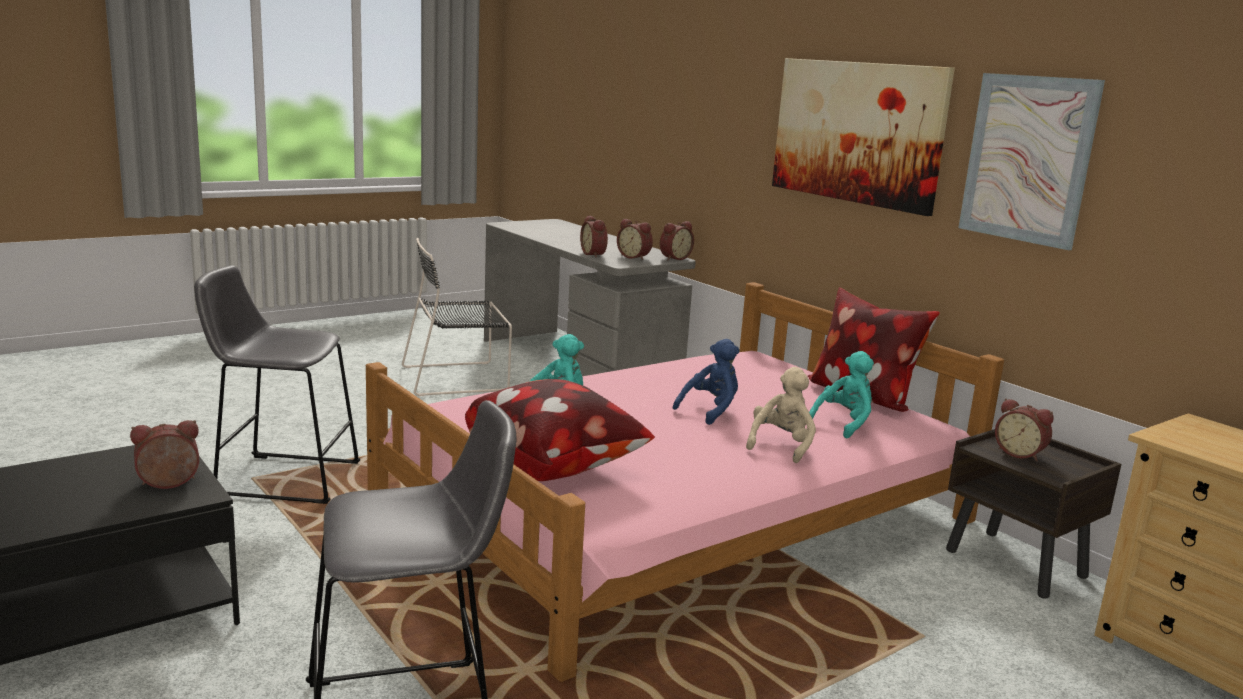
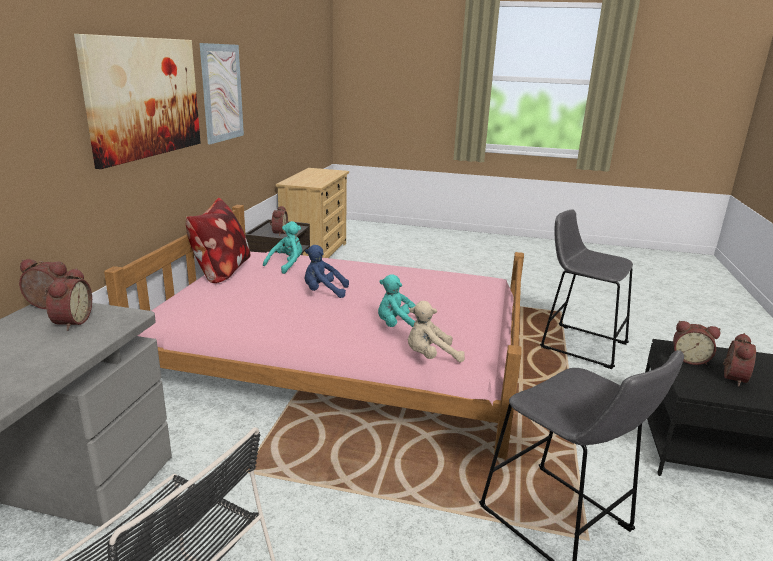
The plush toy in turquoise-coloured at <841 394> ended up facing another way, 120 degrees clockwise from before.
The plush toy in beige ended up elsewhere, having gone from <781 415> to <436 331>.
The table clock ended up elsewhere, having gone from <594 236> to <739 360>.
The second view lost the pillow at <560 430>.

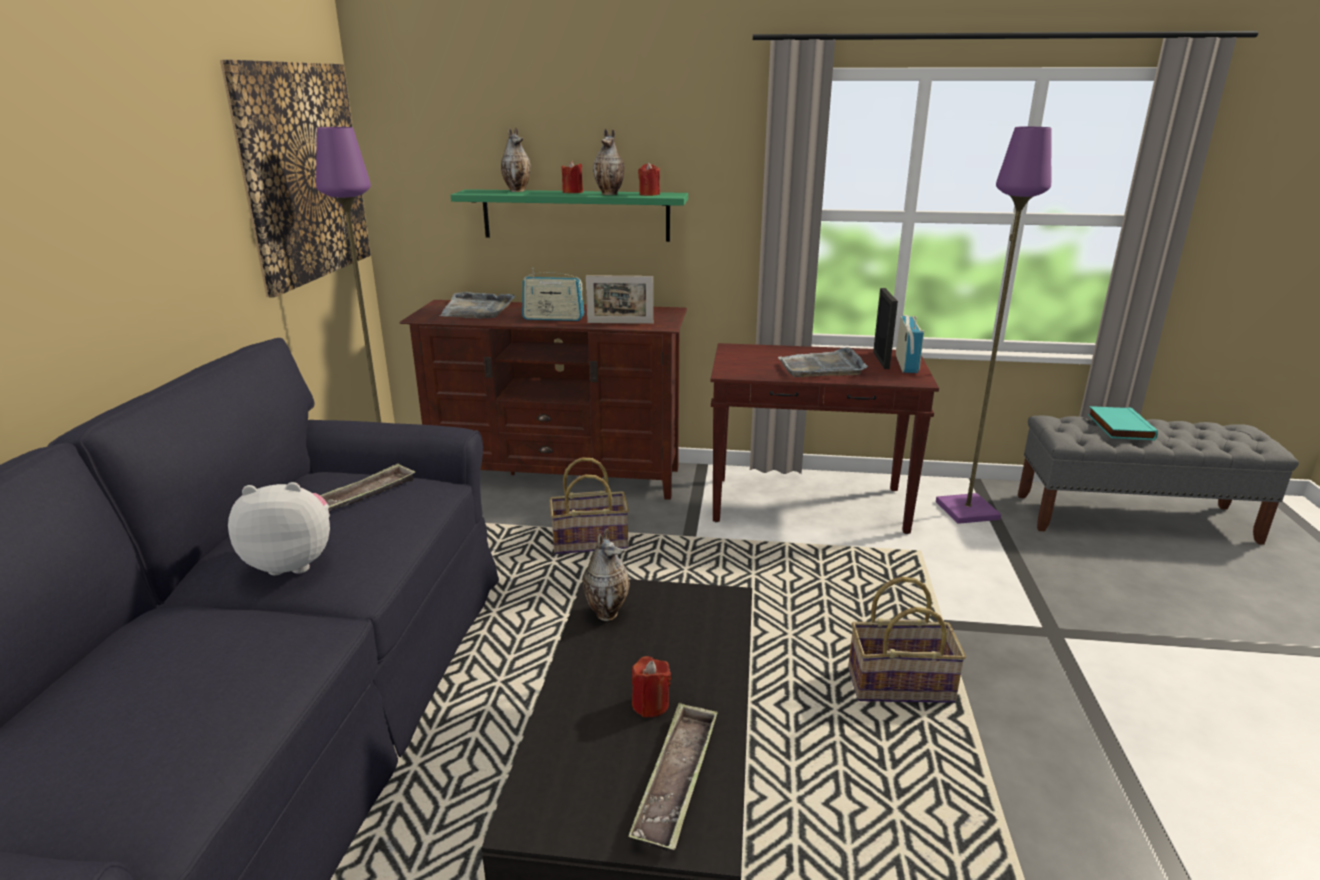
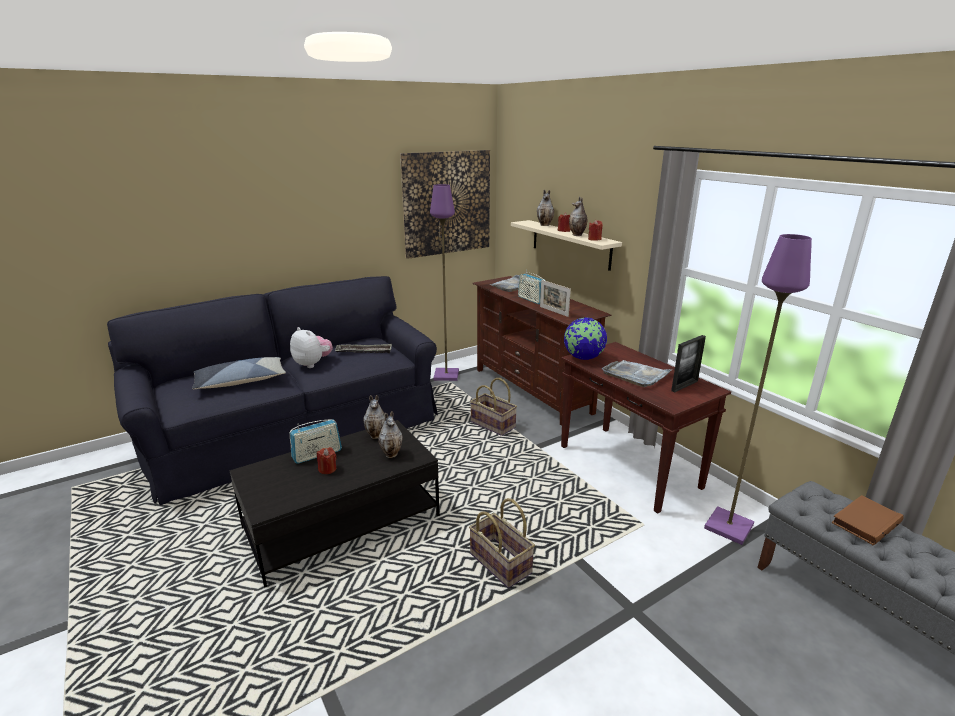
The second view gained the pillow at <239 373>.
The radio receiver ended up elsewhere, having gone from <910 344> to <315 441>.
The second view gained the decorative vase at <390 434>.
What was the bracket shelf in green at <569 215> turned into the bracket shelf in beige at <566 245>.
The second view gained the globe at <585 338>.
What was the book in turquoise-coloured at <1123 423> turned into the book in brown-coloured at <867 520>.
The second view lost the serving tray at <673 776>.

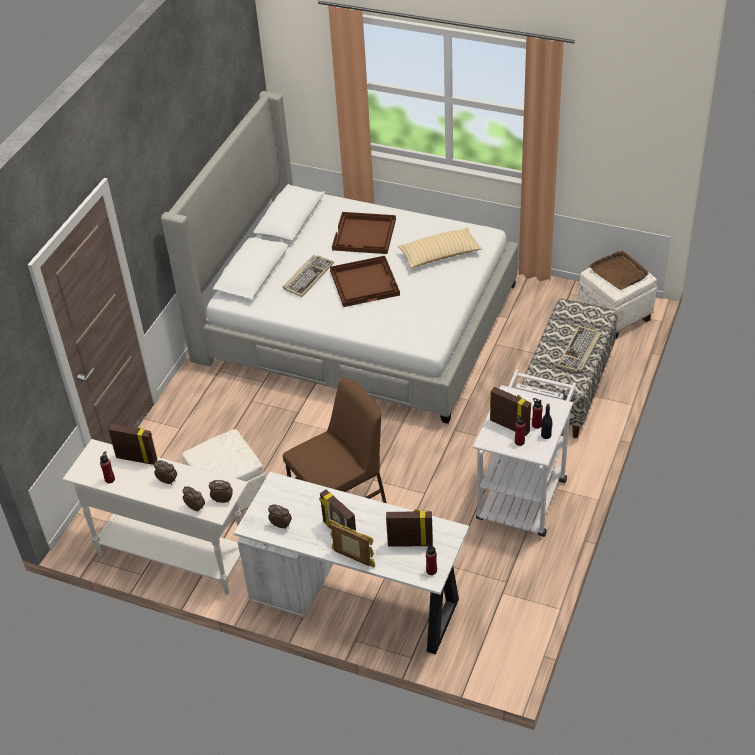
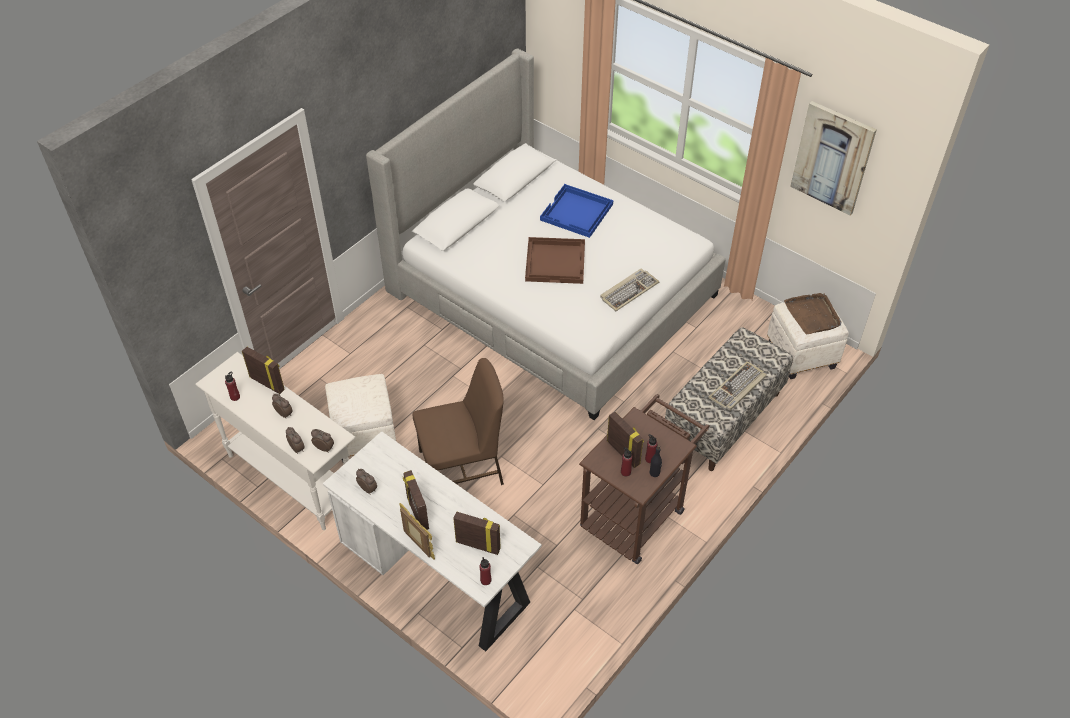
What was the serving tray in brown-coloured at <364 233> turned into the serving tray in blue-coloured at <576 211>.
What was the trolley in whitish at <524 453> turned into the trolley in brown-coloured at <644 479>.
The keyboard ended up elsewhere, having gone from <308 276> to <629 289>.
The second view gained the wall art at <833 158>.
The second view lost the pillow in beige at <440 247>.

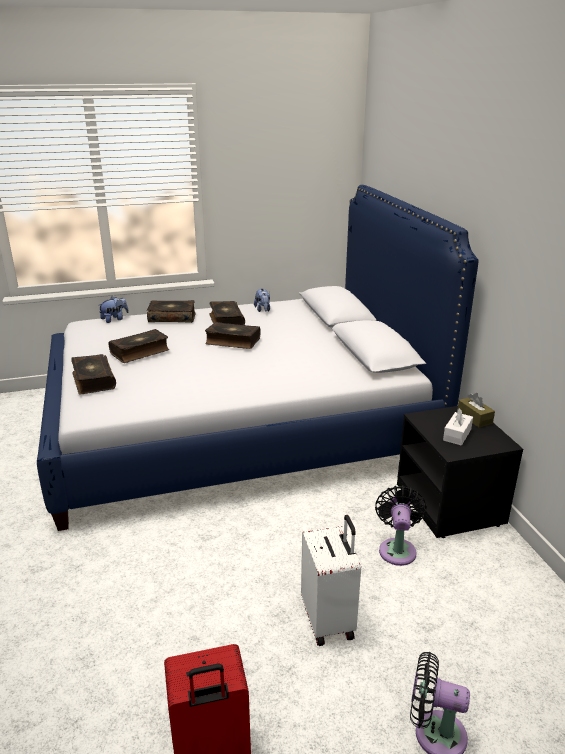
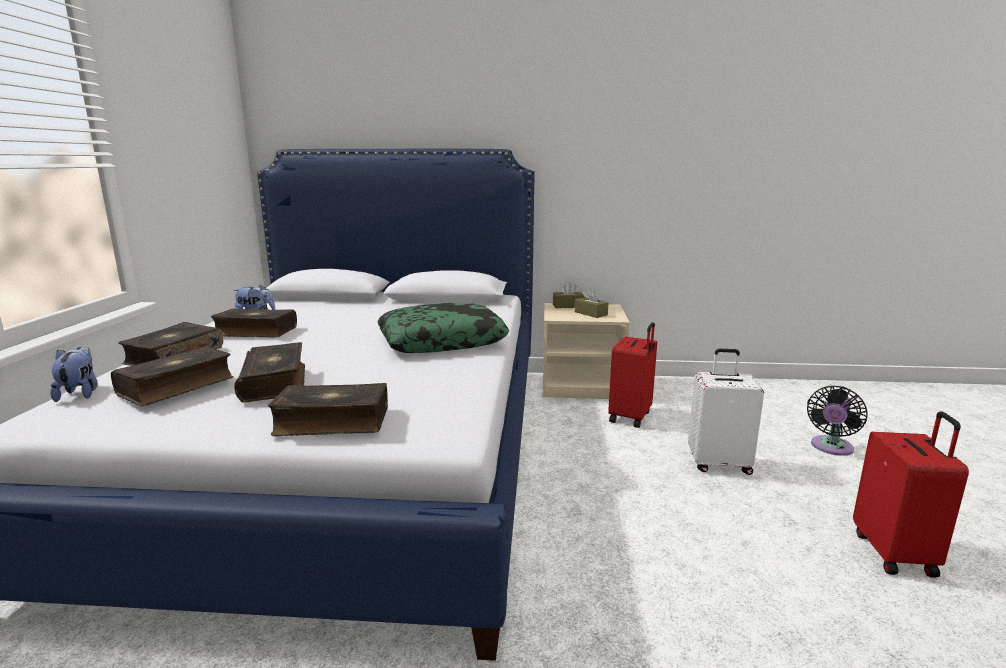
The book ended up elsewhere, having gone from <232 335> to <172 376>.
The second view gained the pillow at <443 327>.
What was the bedside table in black-coloured at <460 472> turned into the bedside table in beige at <586 351>.
What was the box of tissues in whitish at <458 427> turned into the box of tissues in brown-coloured at <591 303>.
Where the fan in black-coloured stood at <401 525>, the suitcase in red came to stand at <632 375>.

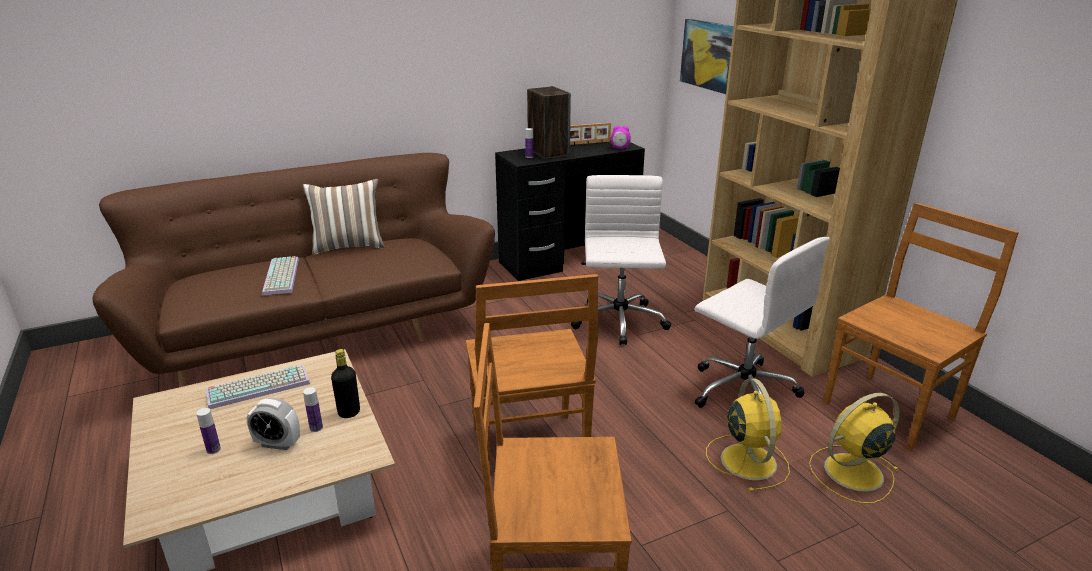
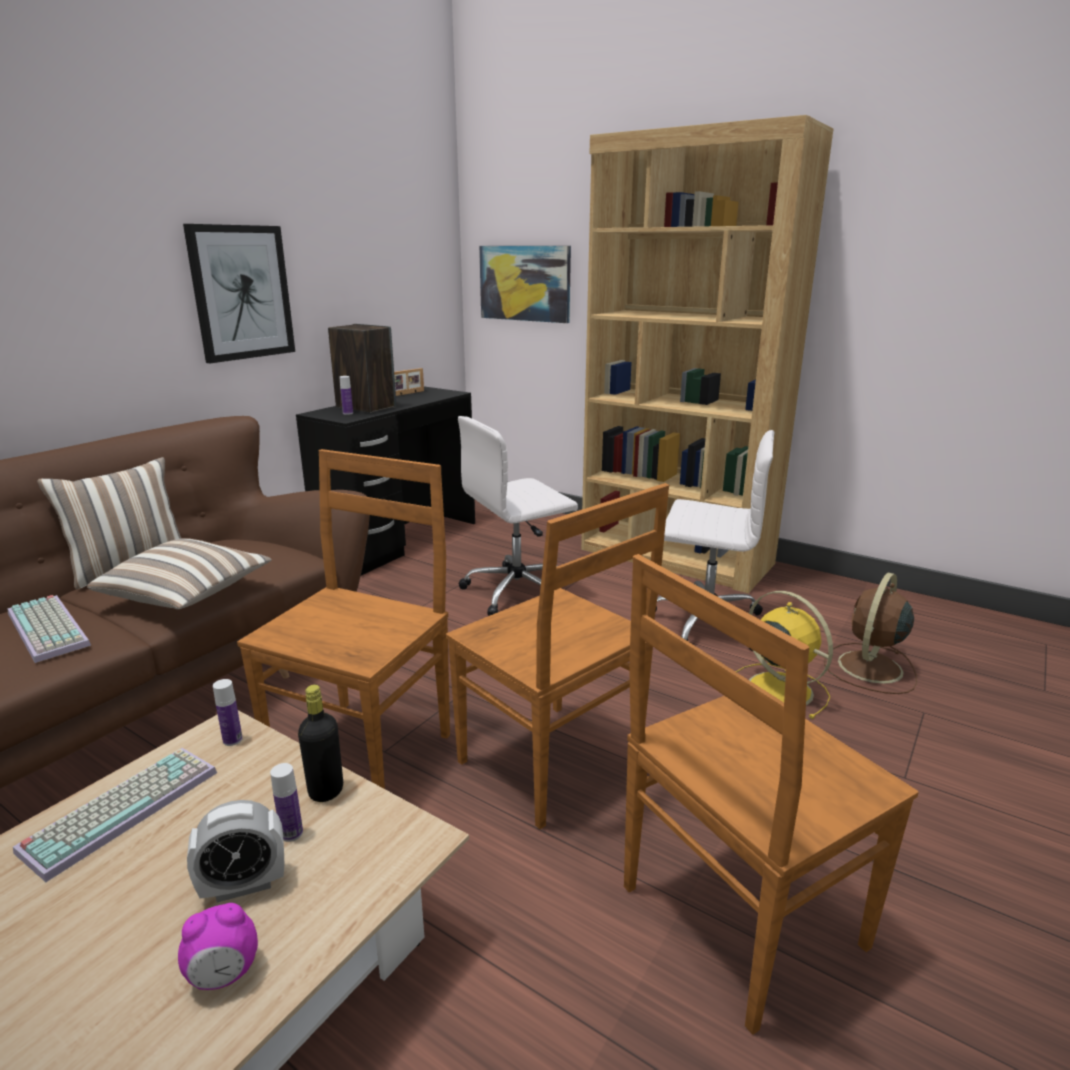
The second view gained the pillow at <179 573>.
The table clock ended up elsewhere, having gone from <621 137> to <218 946>.
The second view gained the wall art at <239 293>.
The beverage bottle ended up elsewhere, having gone from <208 431> to <228 712>.
The plain chair in brown-coloured ended up elsewhere, having gone from <921 326> to <343 619>.
The office chair in whitish at <621 260> ended up facing another way, 90 degrees counterclockwise from before.
What was the fan in yellow-coloured at <854 448> turned into the fan in brown-coloured at <870 633>.

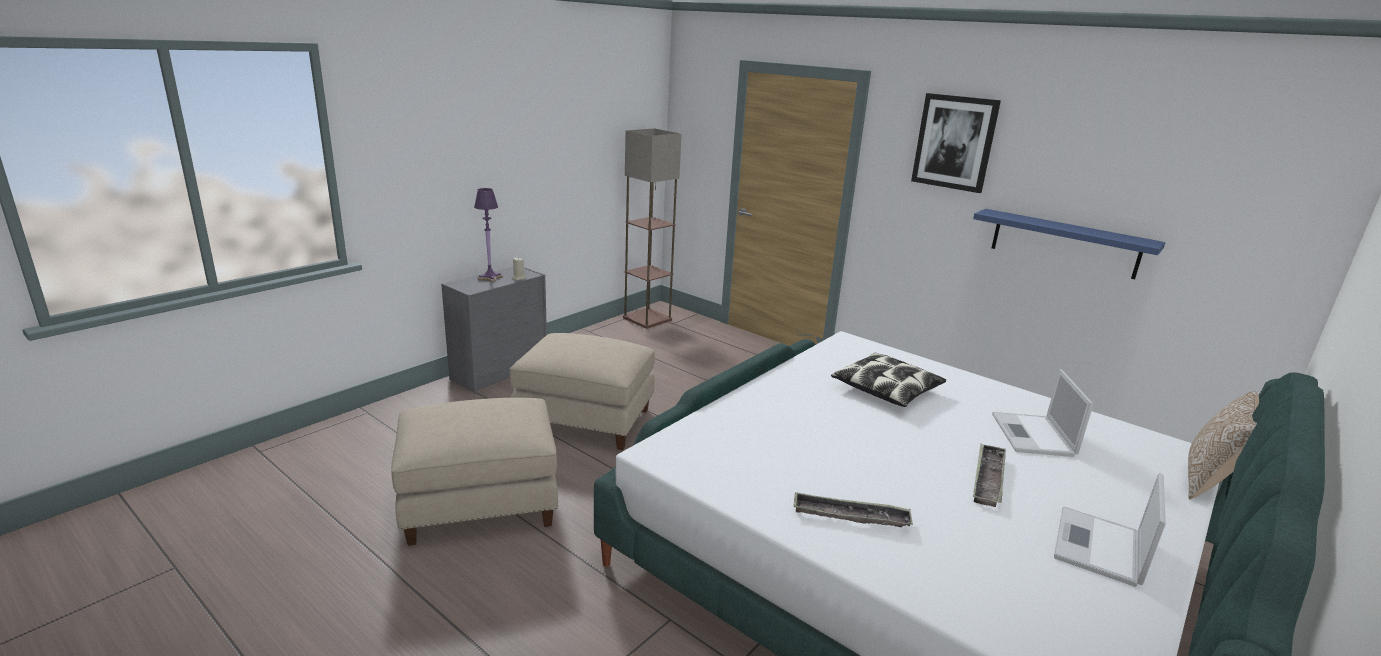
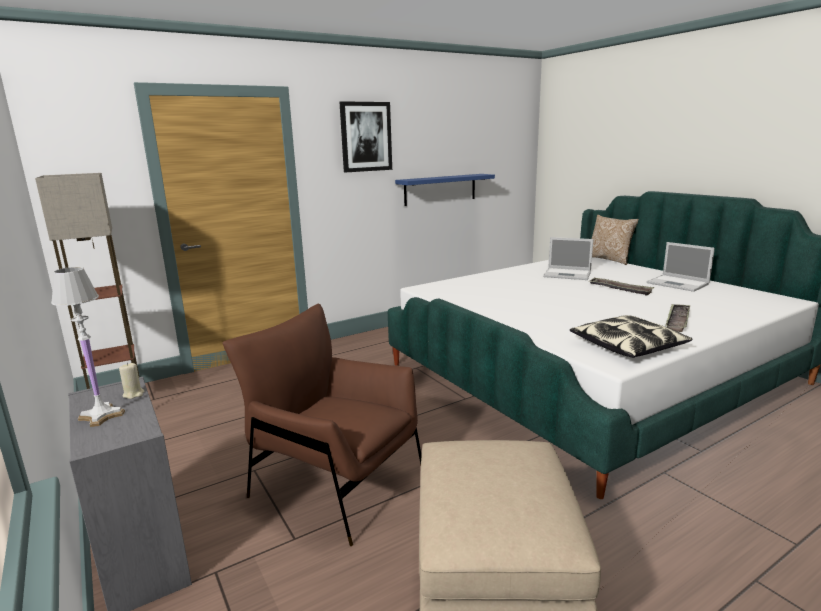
What was the tabletop lamp in purple-coloured at <488 235> turned into the tabletop lamp in whitish at <88 347>.
Where the pouffe in beige stood at <582 391>, the lounge chair in brown-coloured came to stand at <322 425>.
The pillow ended up elsewhere, having gone from <888 380> to <631 336>.

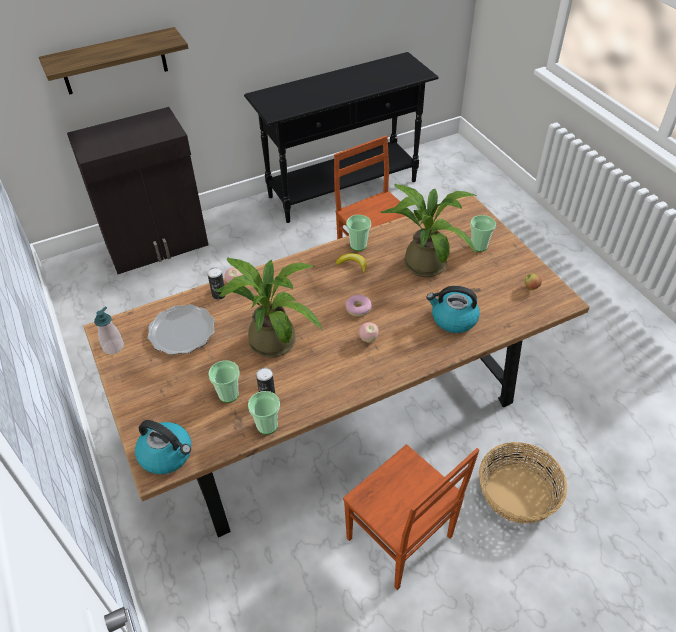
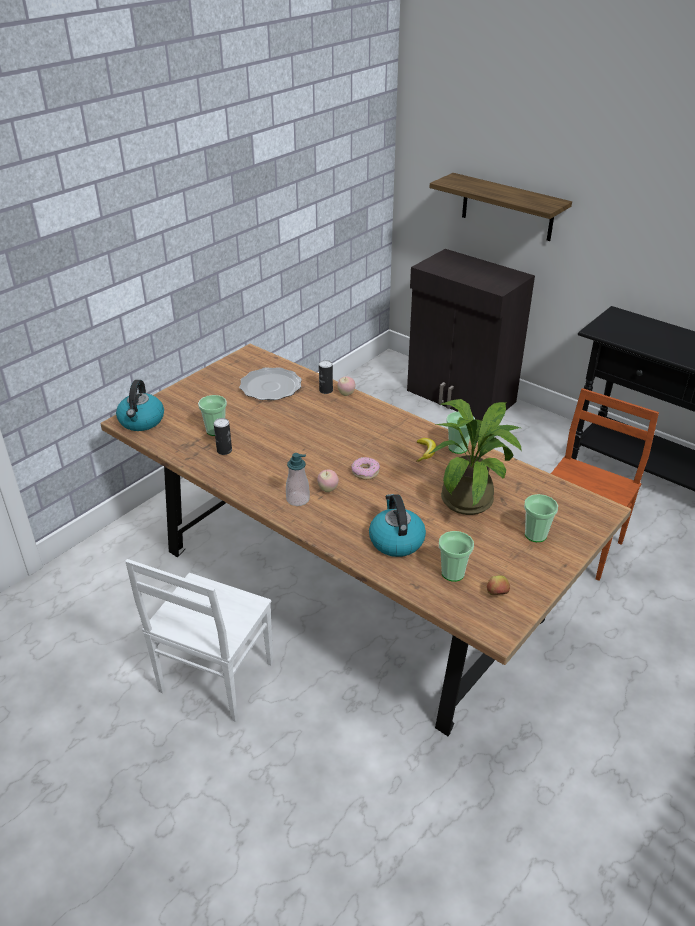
What was the plain chair in brown-coloured at <411 517> turned into the plain chair in whitish at <199 640>.
The soap bottle ended up elsewhere, having gone from <109 330> to <298 479>.
The drinking cup ended up elsewhere, having gone from <264 413> to <456 556>.
The second view lost the houseplant at <268 308>.
The second view lost the household basket at <523 483>.

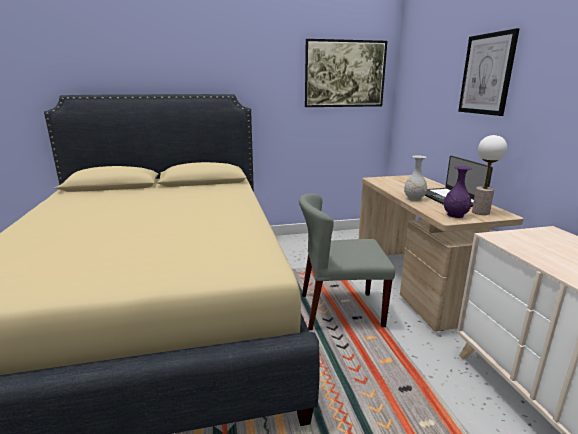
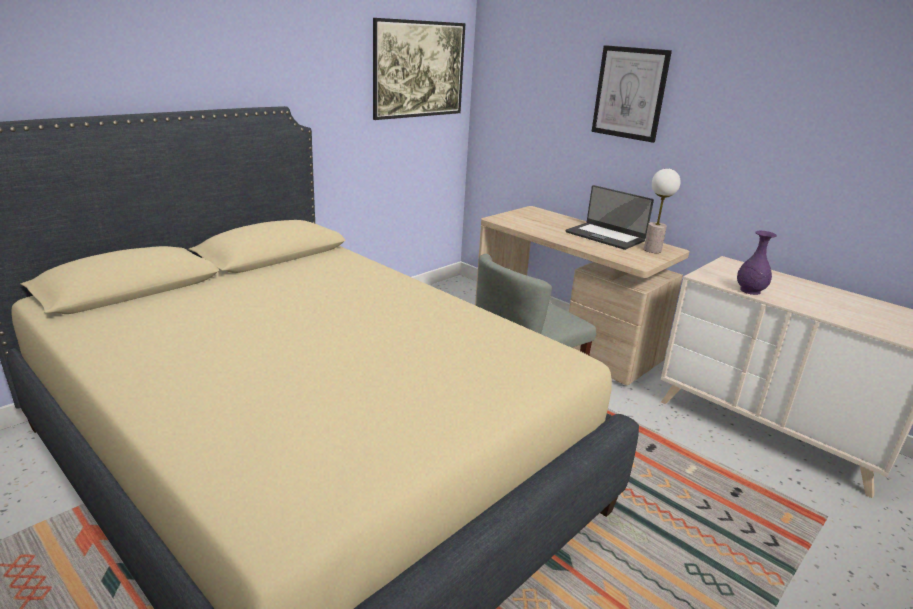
The decorative vase in purple-coloured ended up elsewhere, having gone from <458 192> to <757 263>.
The second view lost the decorative vase in whitish at <415 178>.

